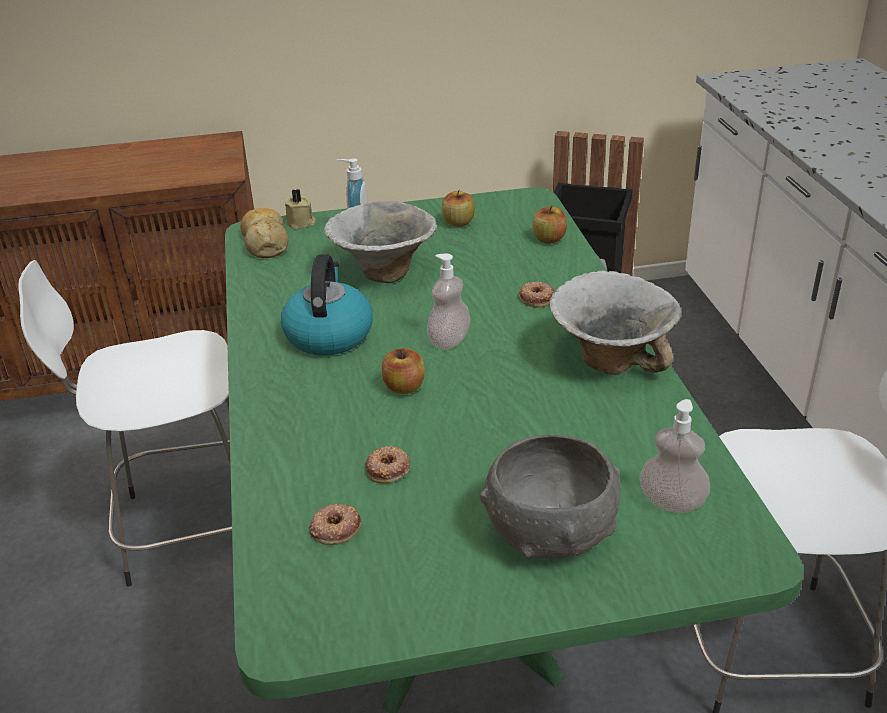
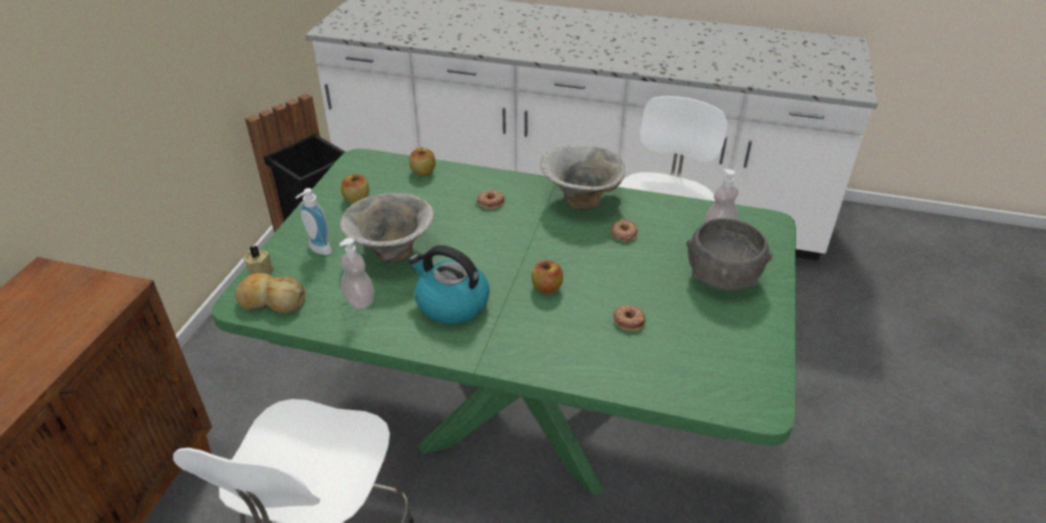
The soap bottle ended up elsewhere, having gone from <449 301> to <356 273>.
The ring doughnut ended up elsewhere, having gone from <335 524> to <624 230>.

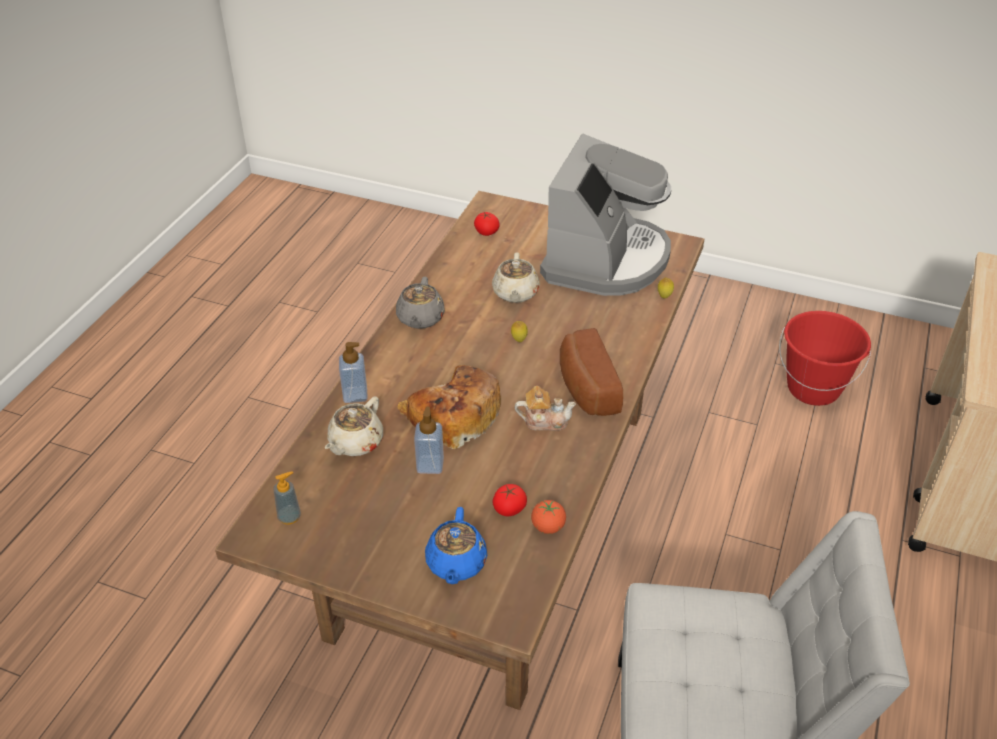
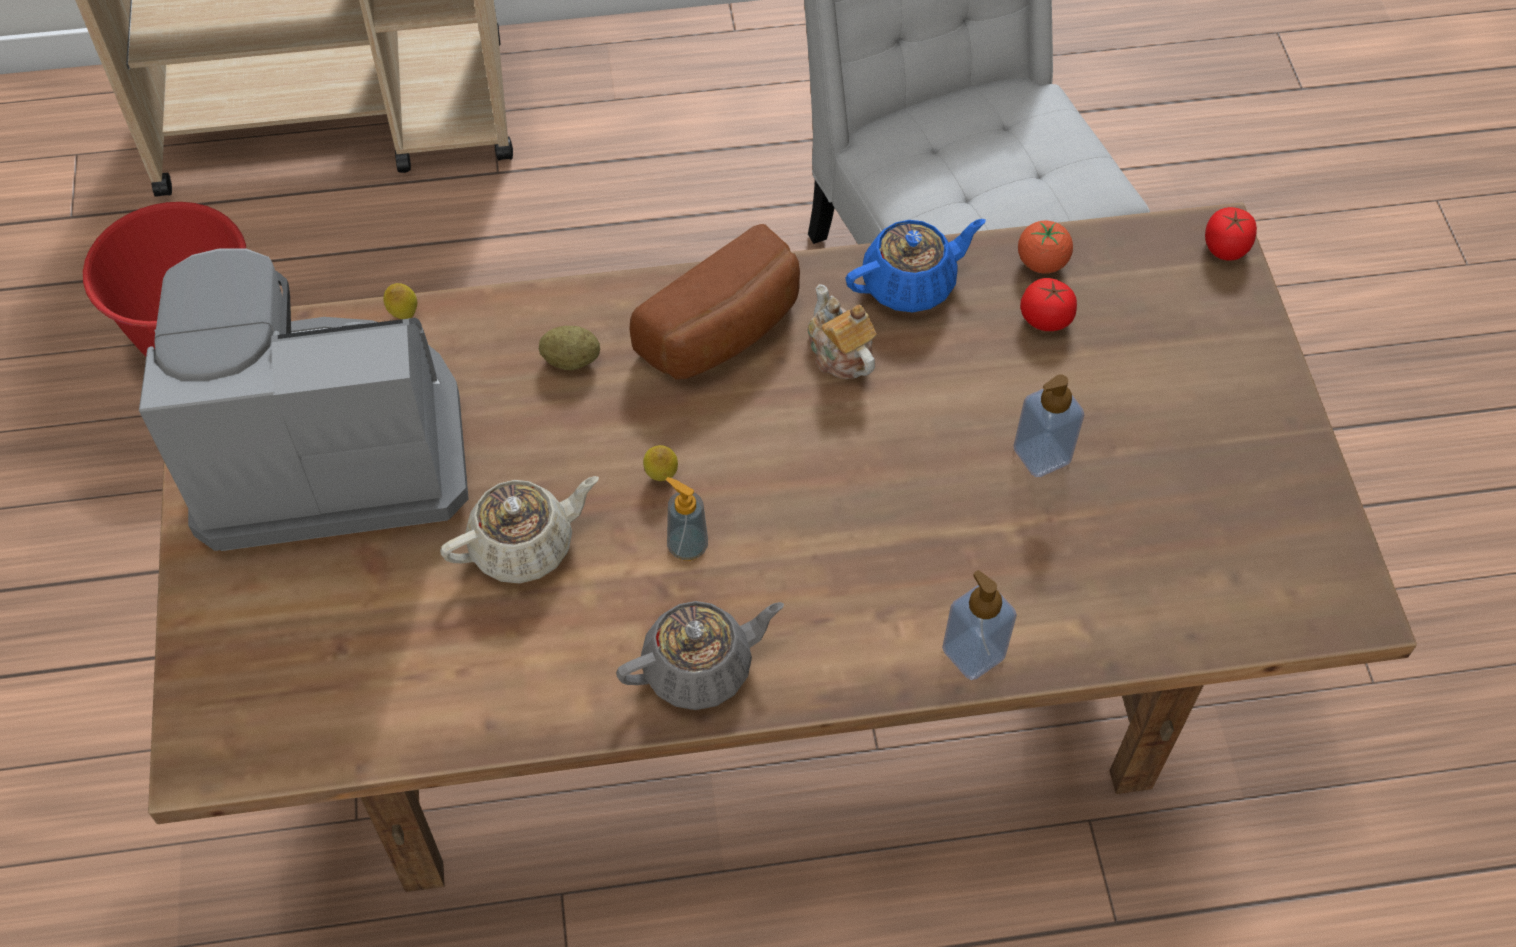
The second view gained the whole potato at <569 348>.
The soap bottle ended up elsewhere, having gone from <287 498> to <686 519>.
The pot for tea in blue-coloured ended up elsewhere, having gone from <456 545> to <915 265>.
The tomato ended up elsewhere, having gone from <487 224> to <1231 234>.
The second view lost the pot for tea in beige at <354 426>.
The second view lost the bread at <449 407>.

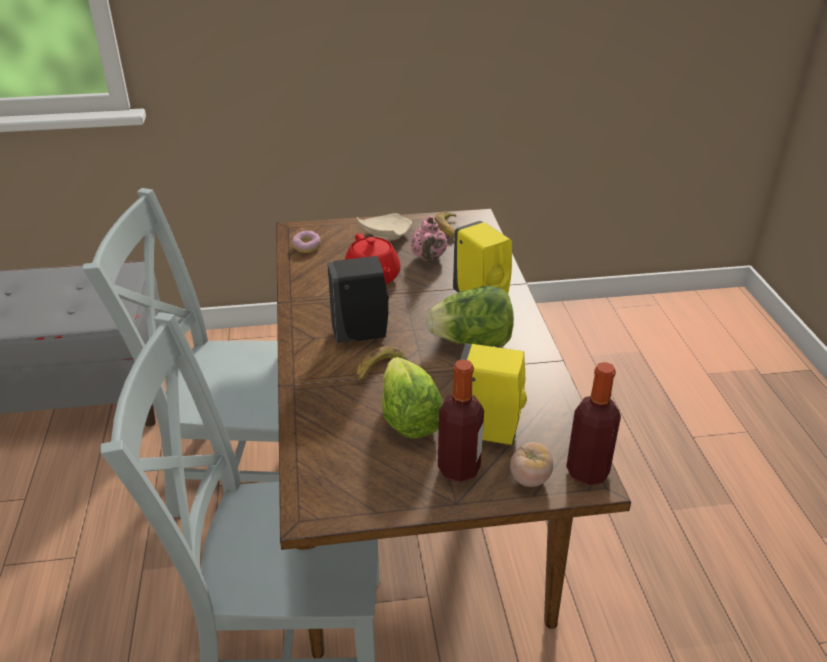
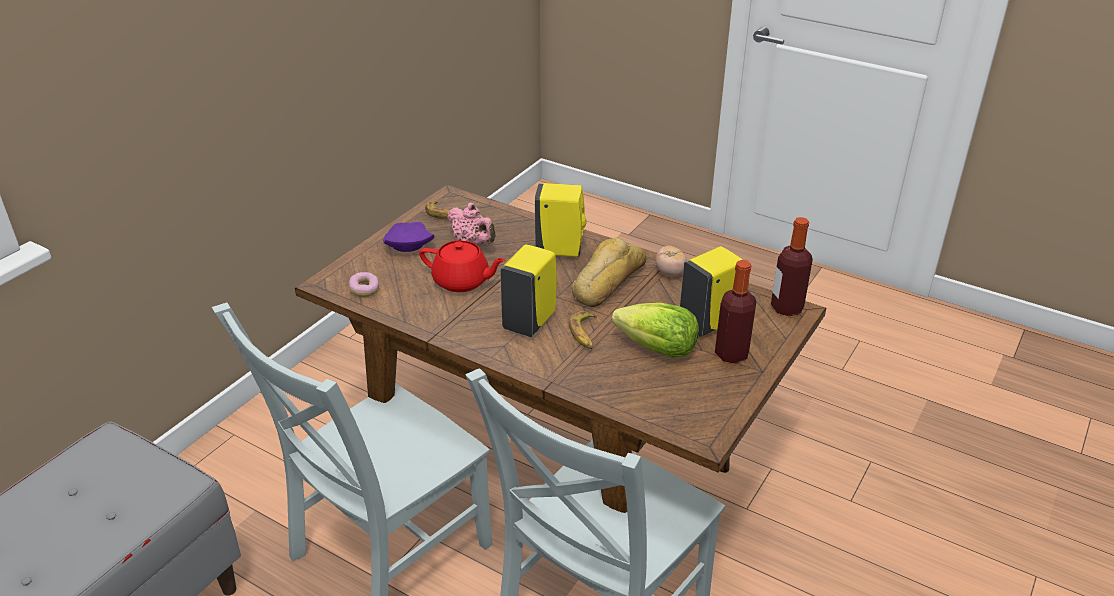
What was the plate in beige at <384 227> turned into the plate in purple-coloured at <408 237>.
What was the soap bottle in black-coloured at <358 299> turned into the soap bottle in yellow-coloured at <528 290>.
Where the lettuce stood at <470 316>, the bread came to stand at <609 272>.
The tomato ended up elsewhere, having gone from <531 464> to <671 261>.

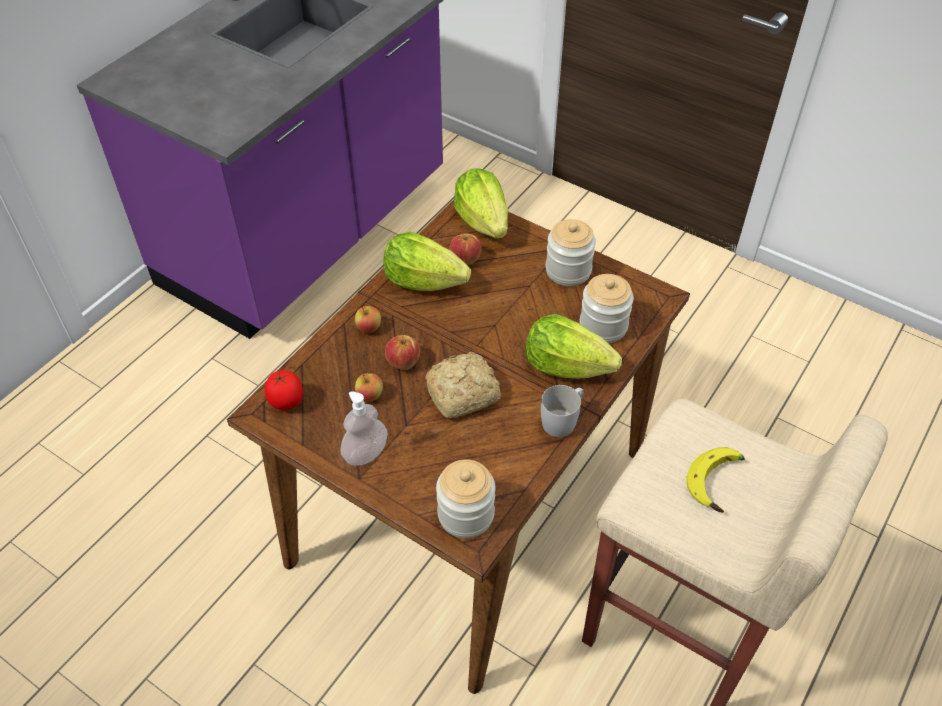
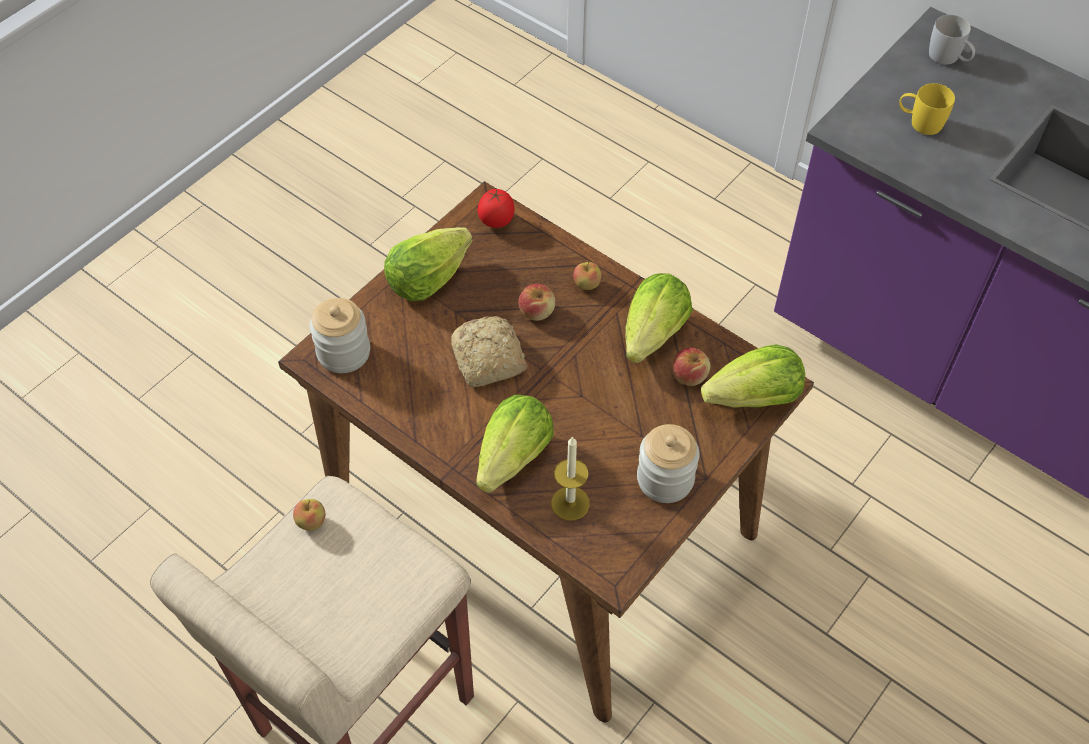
The apple ended up elsewhere, having gone from <369 387> to <309 515>.
Where the soap bottle stood at <364 428>, the lettuce came to stand at <428 264>.
Where the storage jar stood at <607 308>, the candle came to stand at <570 478>.
The second view gained the mug in yellow-coloured at <927 109>.
The mug in whitish ended up elsewhere, having gone from <562 411> to <952 40>.
The second view lost the banana fruit at <716 480>.

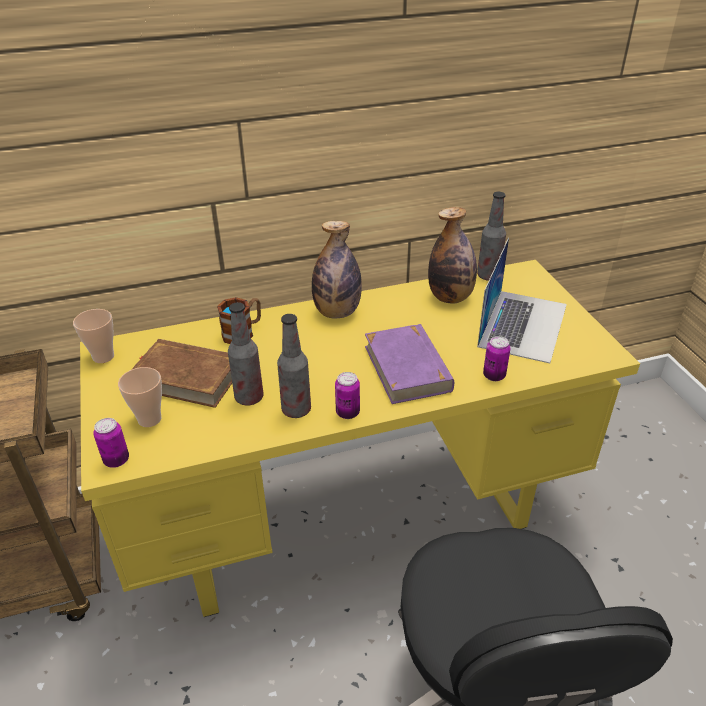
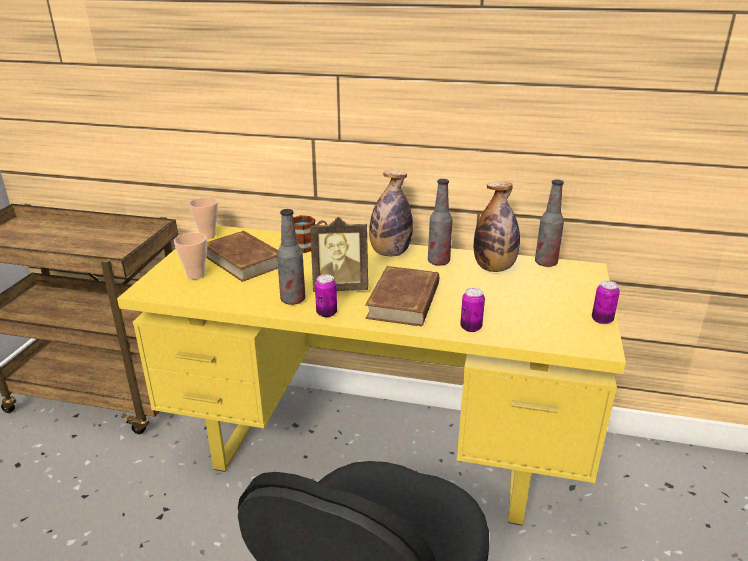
The second view gained the picture frame at <339 254>.
What was the book in purple-coloured at <409 364> turned into the book in brown-coloured at <402 296>.
The beverage bottle ended up elsewhere, having gone from <245 354> to <440 222>.
The can ended up elsewhere, having gone from <111 443> to <606 302>.
The second view lost the portable computer at <522 300>.

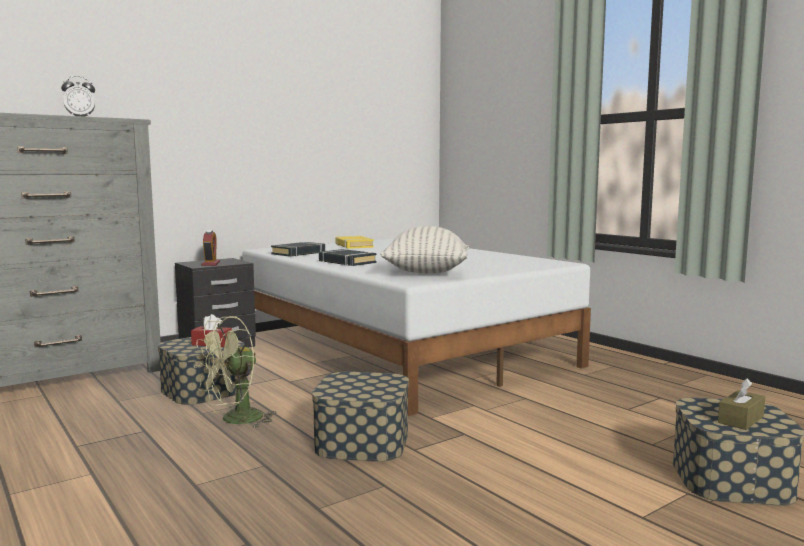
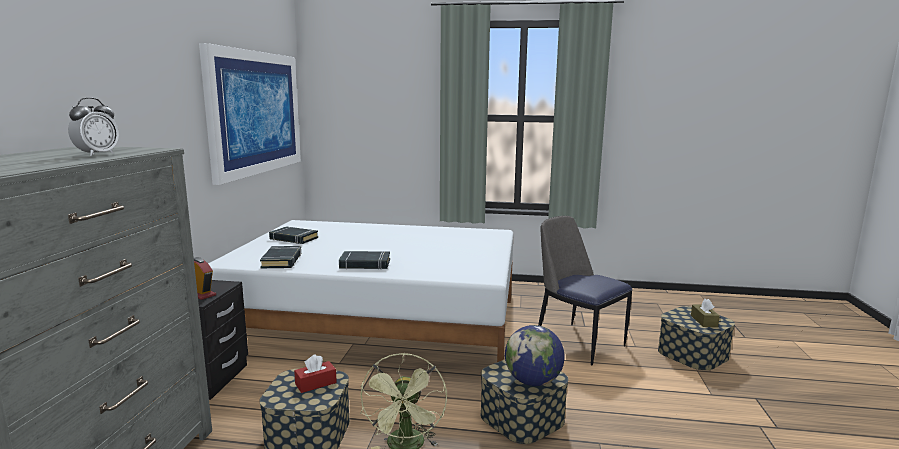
The second view gained the wall art at <250 114>.
What was the book in yellow-coloured at <355 242> turned into the book in black-coloured at <293 235>.
The second view gained the globe at <535 355>.
The second view gained the plain chair at <585 291>.
The second view lost the pillow at <424 250>.

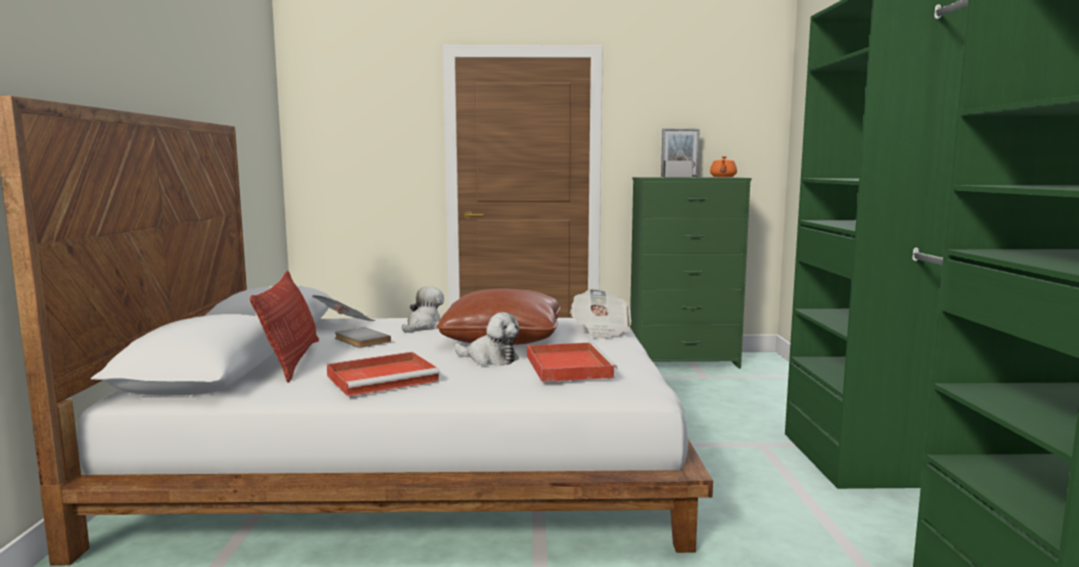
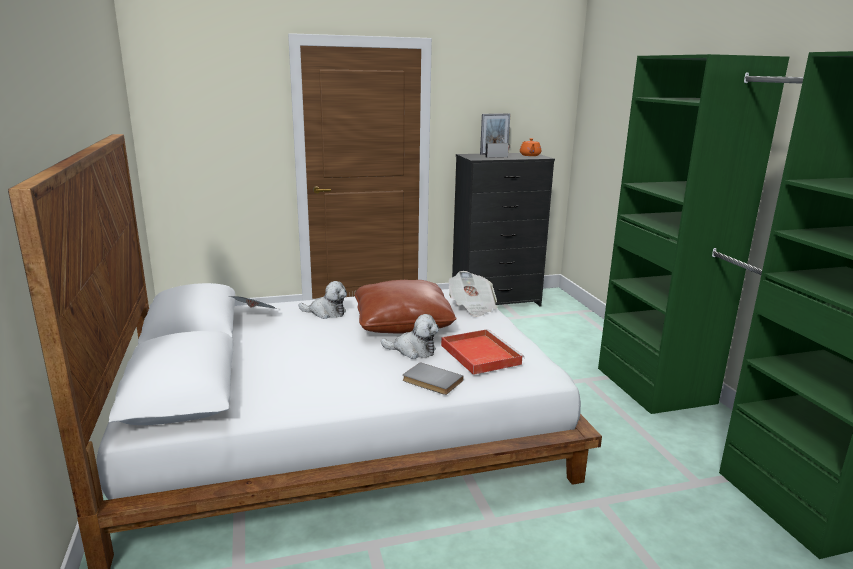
The plush toy at <423 309> ended up facing another way, 90 degrees clockwise from before.
The book in greyish ended up elsewhere, having gone from <363 337> to <433 378>.
What was the drawer chest in green at <690 272> turned into the drawer chest in black-coloured at <503 229>.
The second view lost the pillow at <284 327>.
The second view lost the serving tray in red at <383 374>.

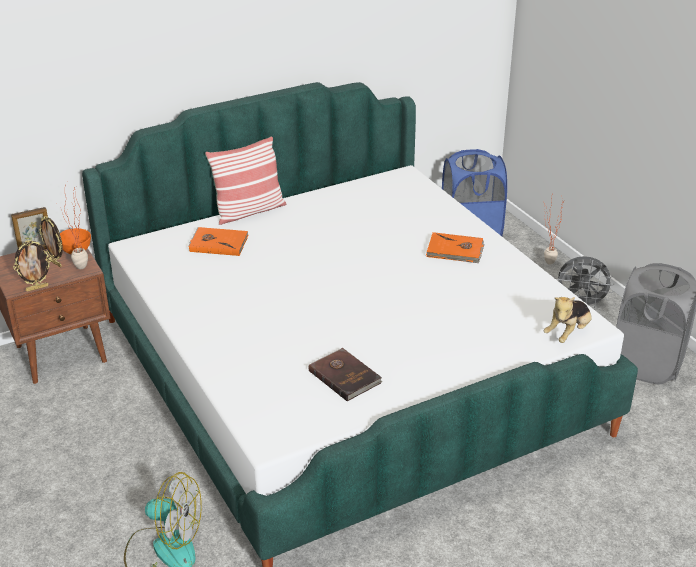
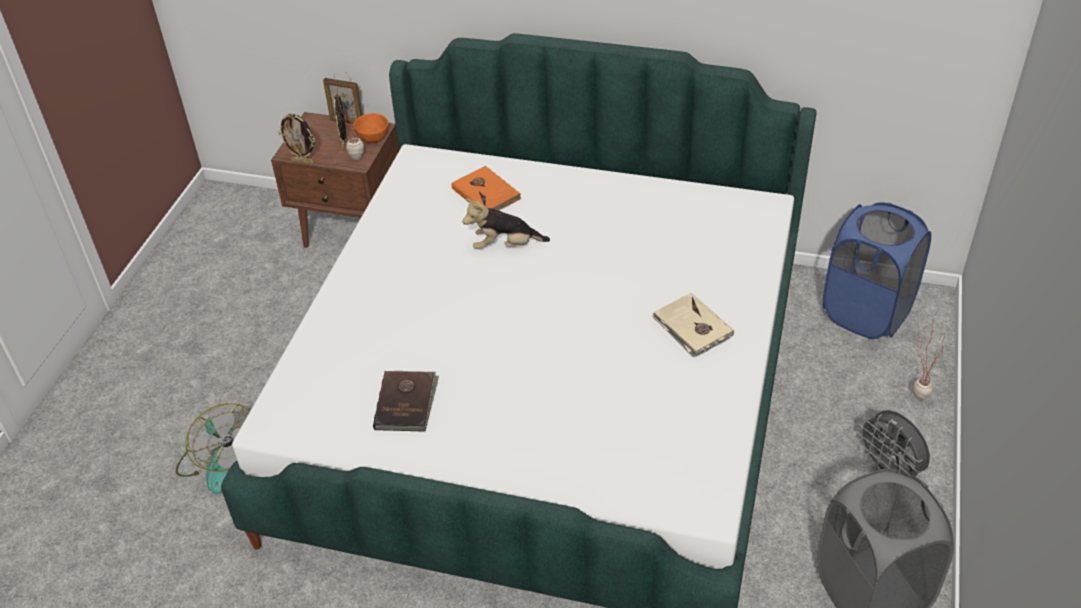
The plush toy ended up elsewhere, having gone from <567 320> to <506 223>.
What was the book in orangey at <455 247> turned into the book in beige at <693 325>.
The second view lost the pillow at <245 180>.

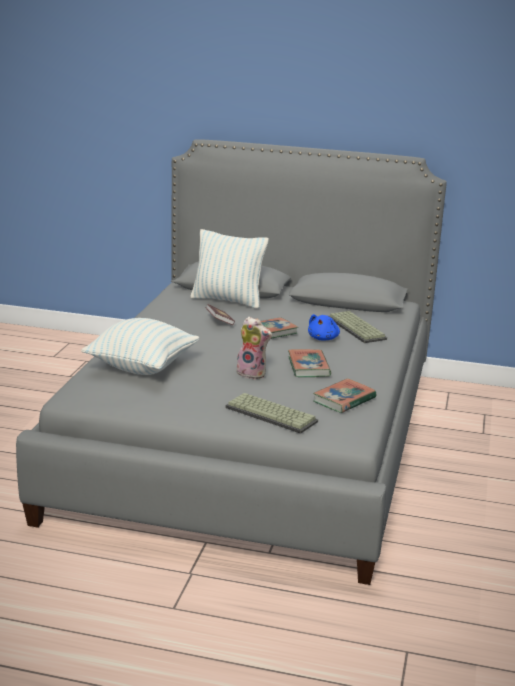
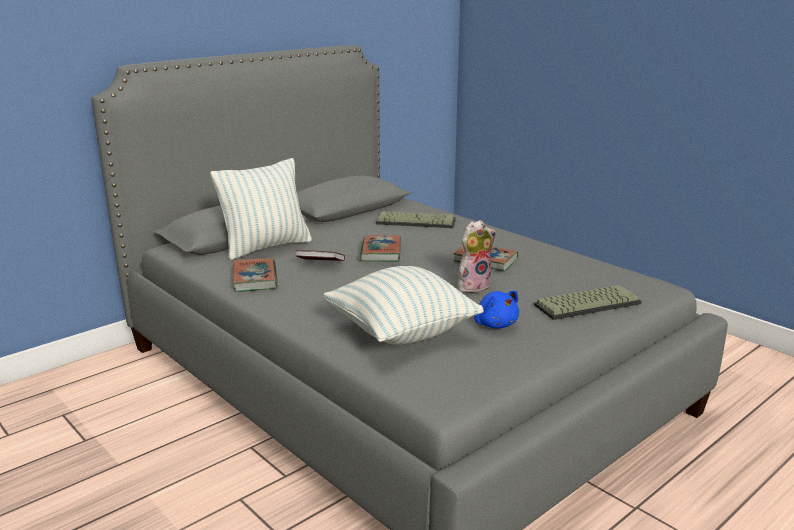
The book ended up elsewhere, having gone from <344 395> to <255 275>.
The plush toy in blue-coloured ended up elsewhere, having gone from <324 327> to <496 309>.

